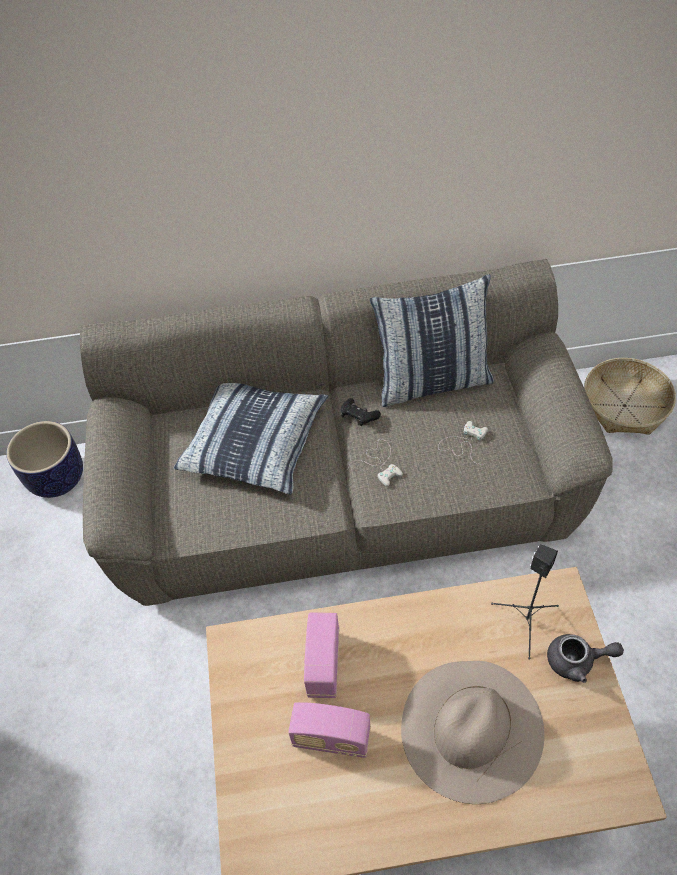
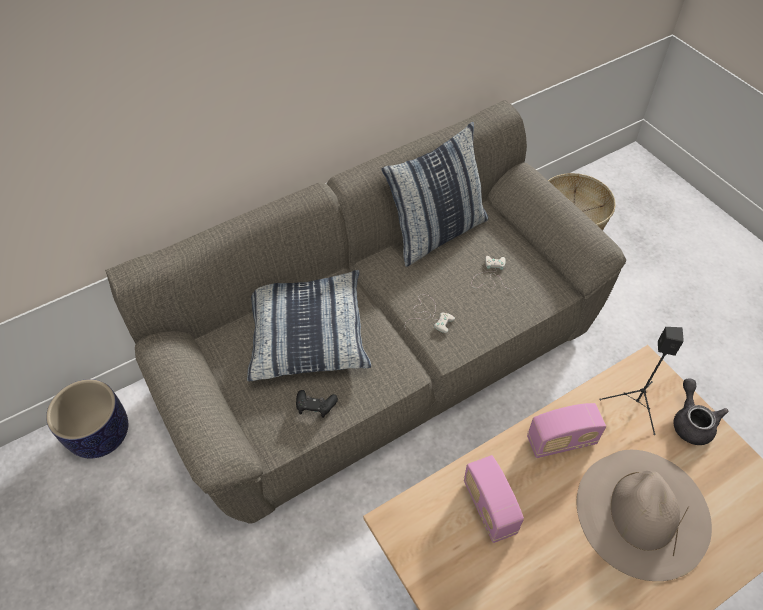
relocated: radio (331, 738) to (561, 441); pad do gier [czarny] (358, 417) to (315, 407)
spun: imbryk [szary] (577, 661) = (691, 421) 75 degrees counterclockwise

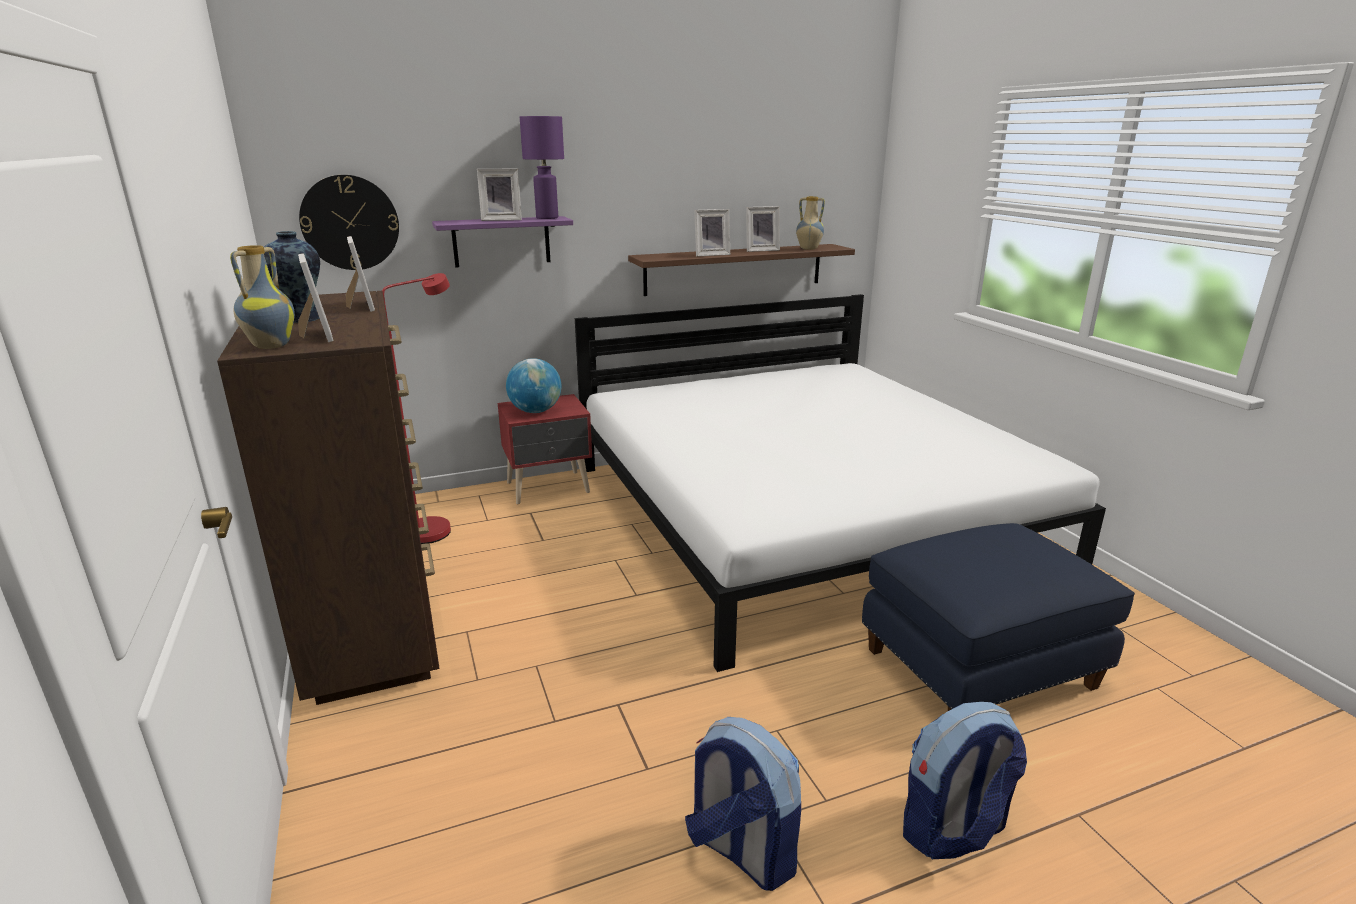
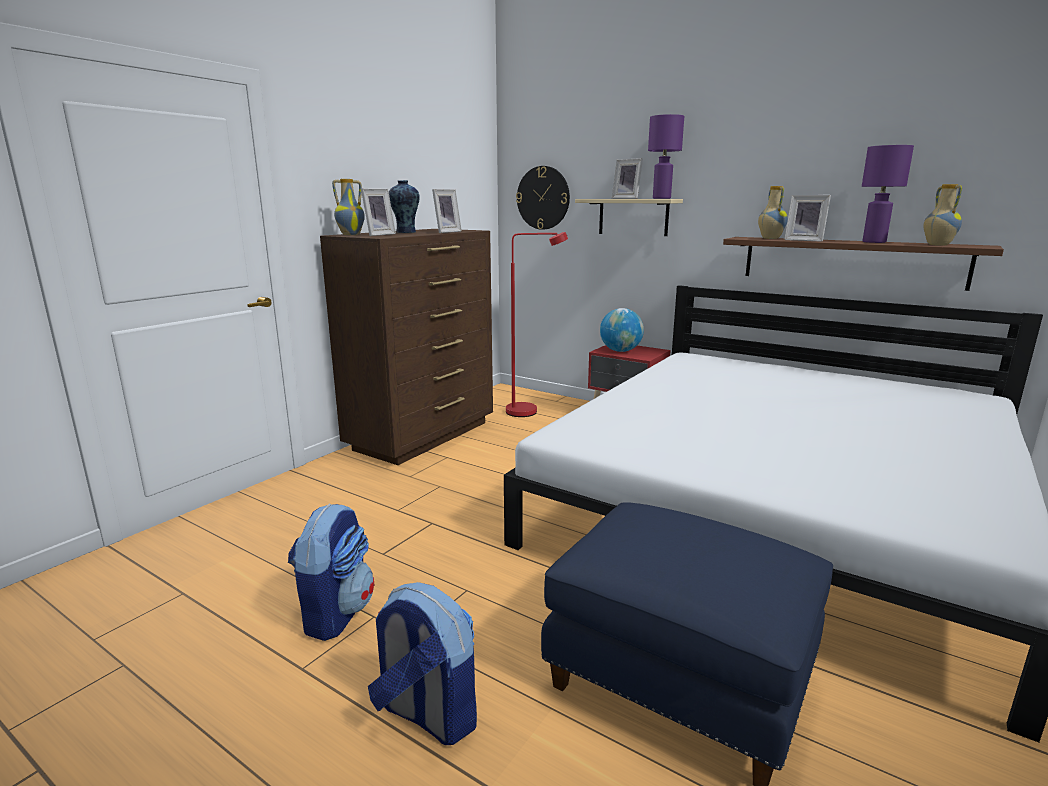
appeared: wazon (769, 238)
exchanged: ramka na zdjęcie (761, 250) to lampa stołowa [fioletowy] (874, 242)
colour: półka [fioletowy] (501, 241) to półka [beżowy] (633, 217)

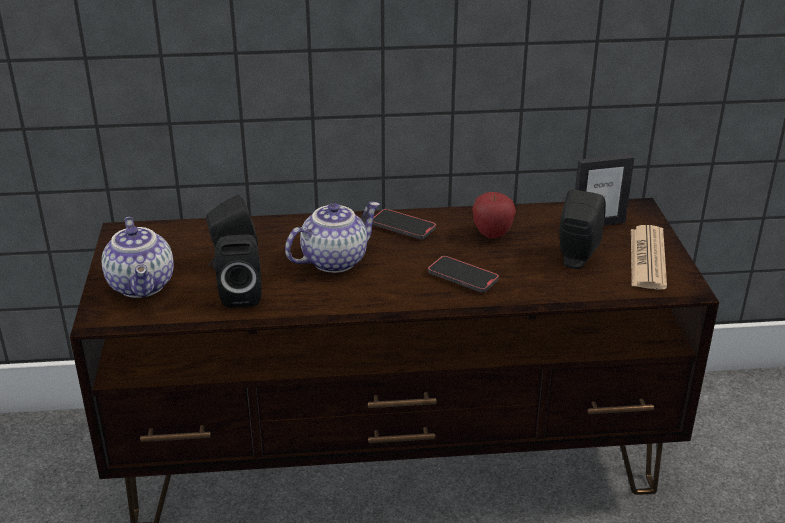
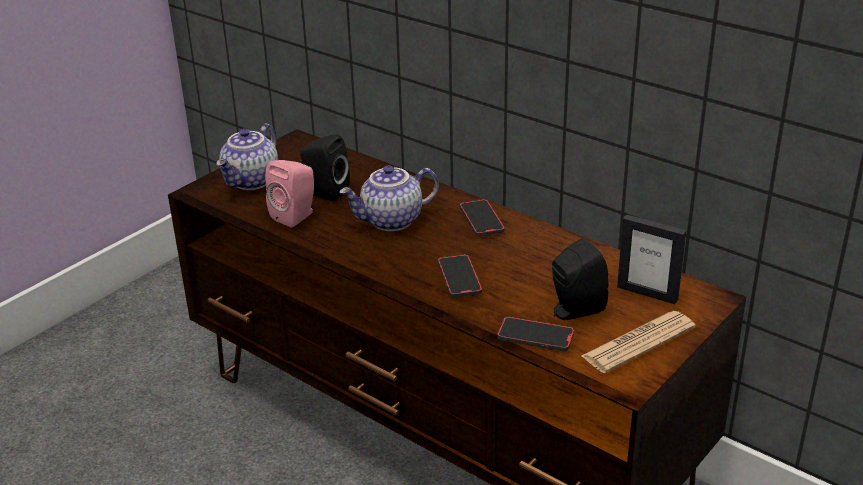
missing: jabłko (492, 234)
appeared: telefon (535, 337)
colour: głośnik [czarny] (241, 294) to głośnik [różowy] (296, 216)
spun: imbryk (334, 260) = (391, 221) 150 degrees clockwise

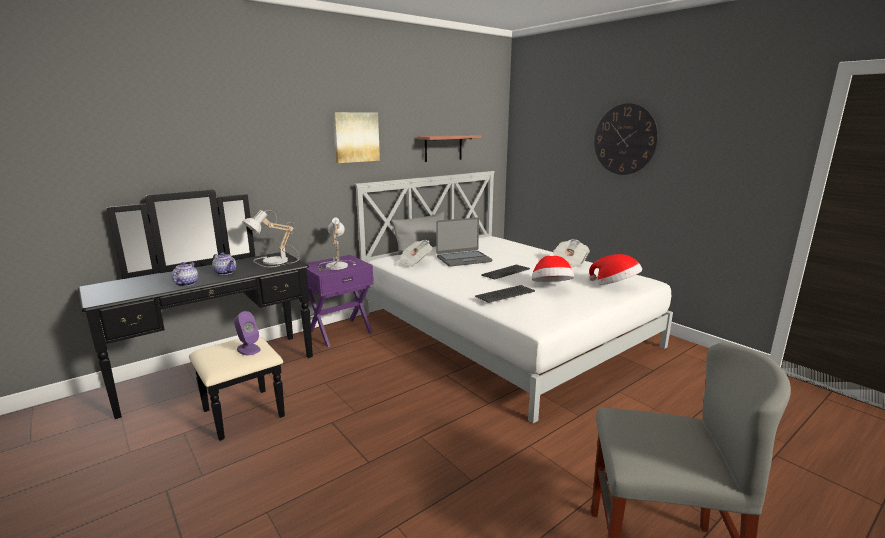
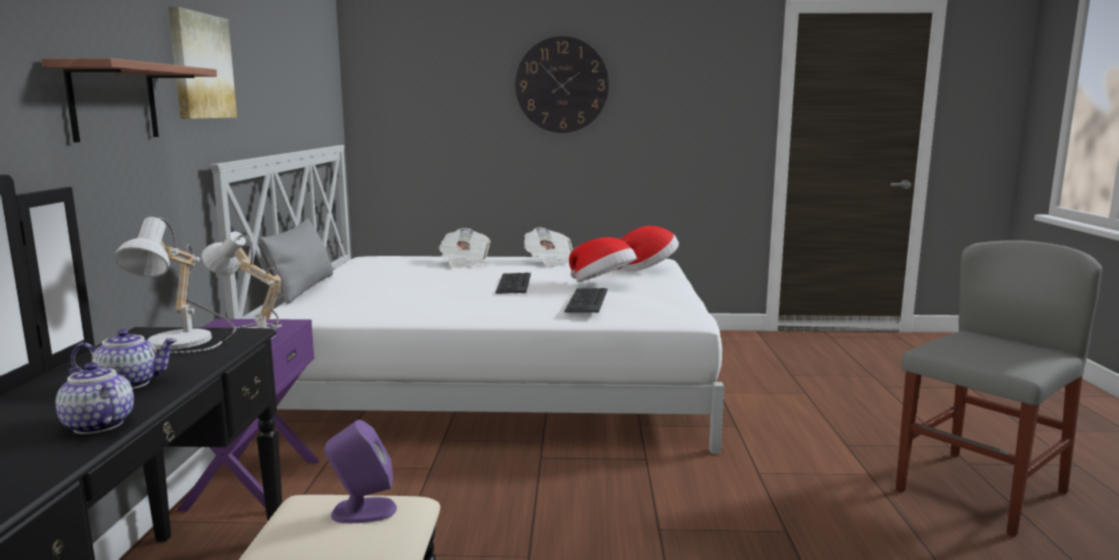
missing: laptop (463, 259)
relocated: gazeta (413, 263) to (464, 262); półka (443, 148) to (113, 102)

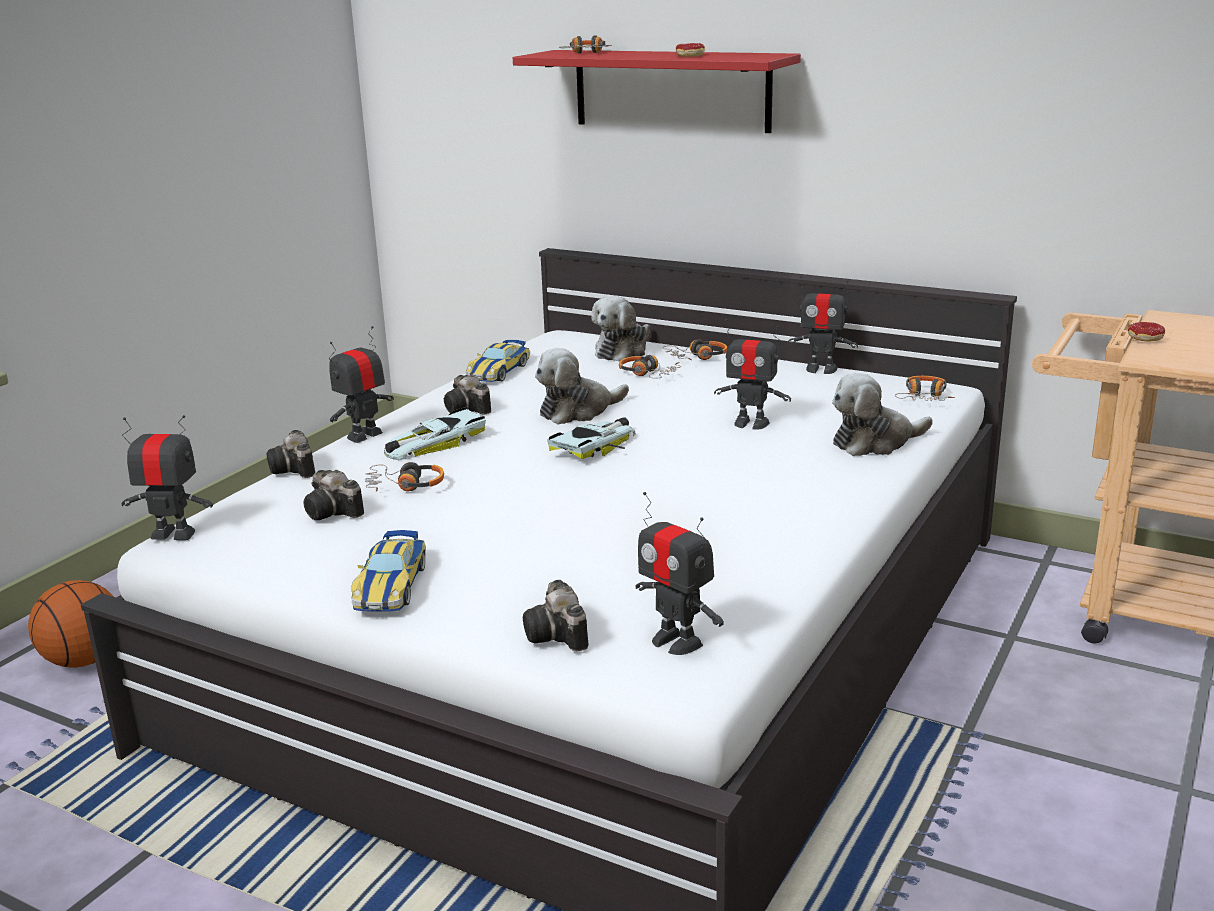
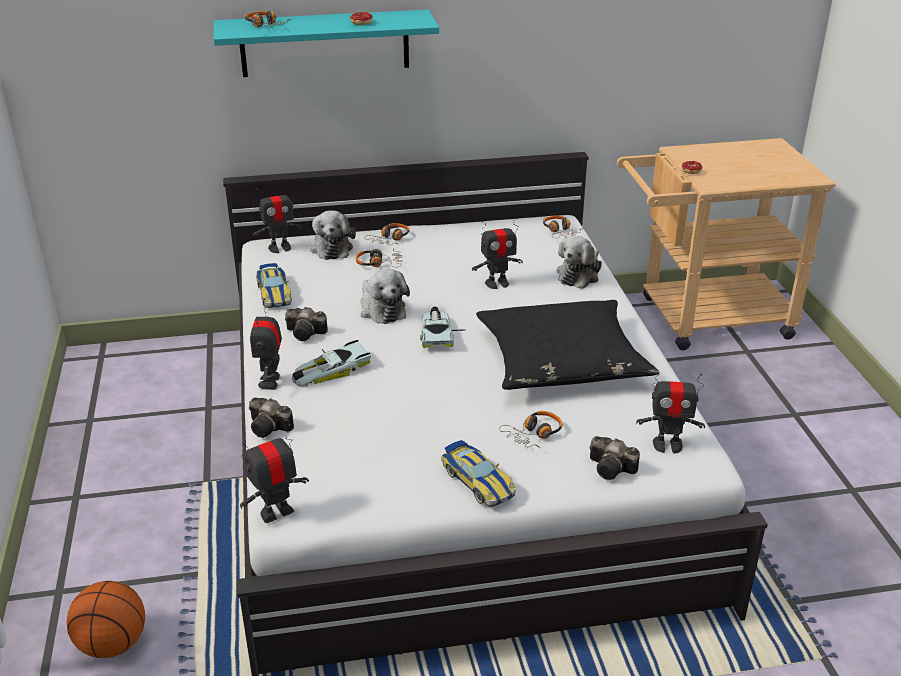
missing: aparat fotograficzny (334, 512)
appeared: poduszka [czarny] (562, 360)
relocated: słuchawki (405, 486) to (534, 434); robot zabawkowy (821, 369) to (280, 248)
colour: półka [czerwony] (671, 90) to półka [turkusowy] (325, 43)
spun: samochodzik (432, 443) = (329, 370) 45 degrees clockwise; pluszak (578, 411) = (381, 309) 45 degrees counterclockwise

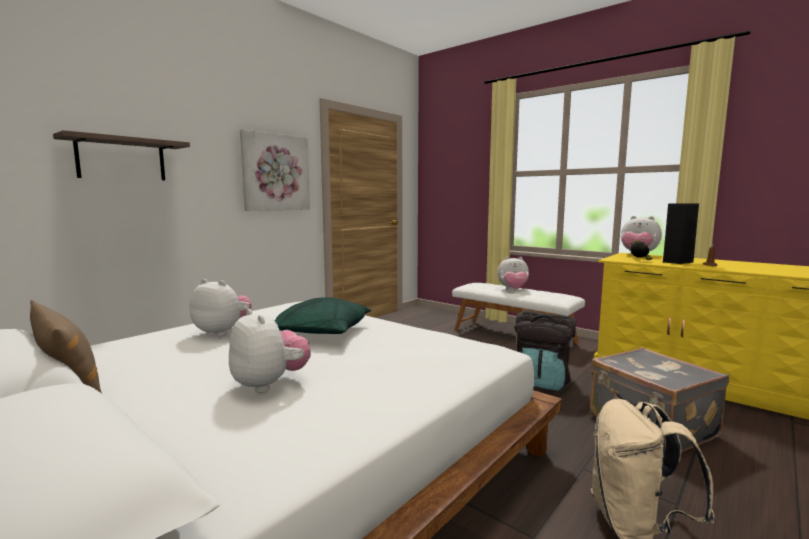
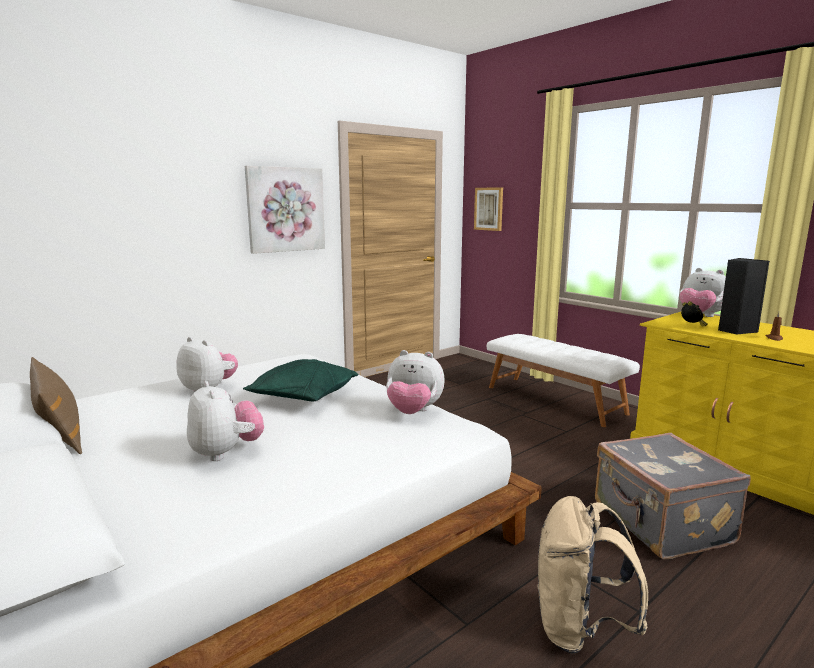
missing: półka (121, 159); plecak [czarny] (542, 381)
appeared: obraz (489, 209)
relocated: pluszak (513, 290) to (413, 412)

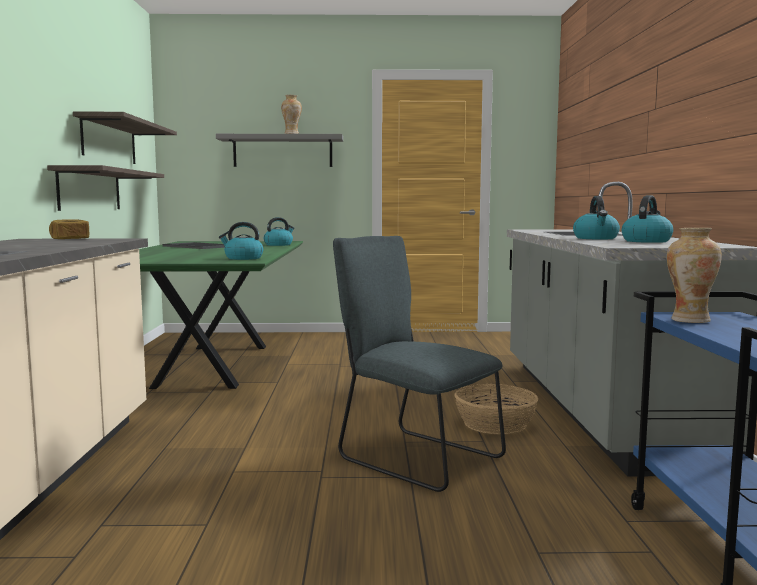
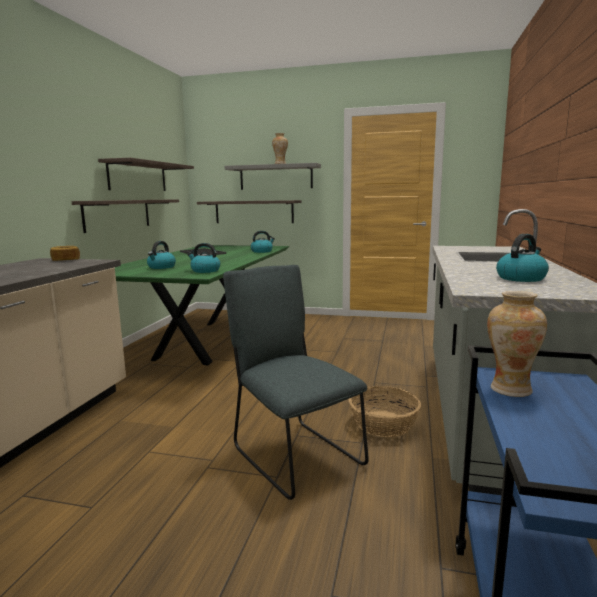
appeared: półka (254, 212)
relocated: czajnik (596, 238) to (161, 267)

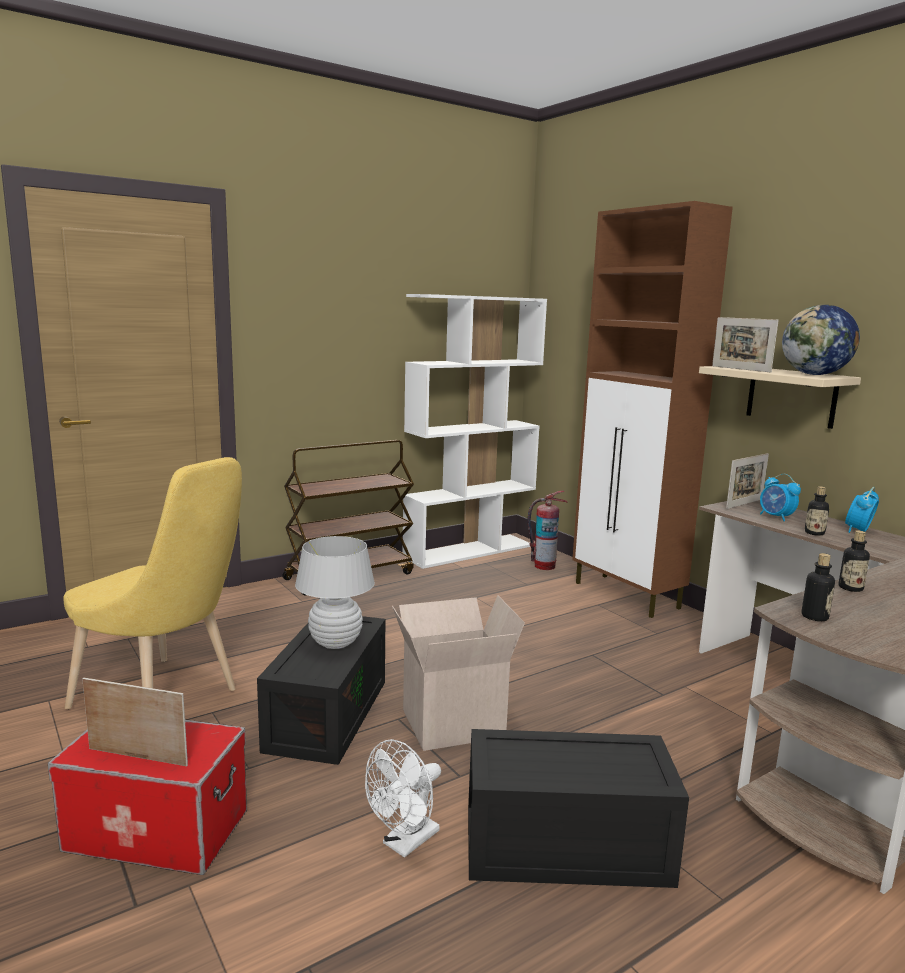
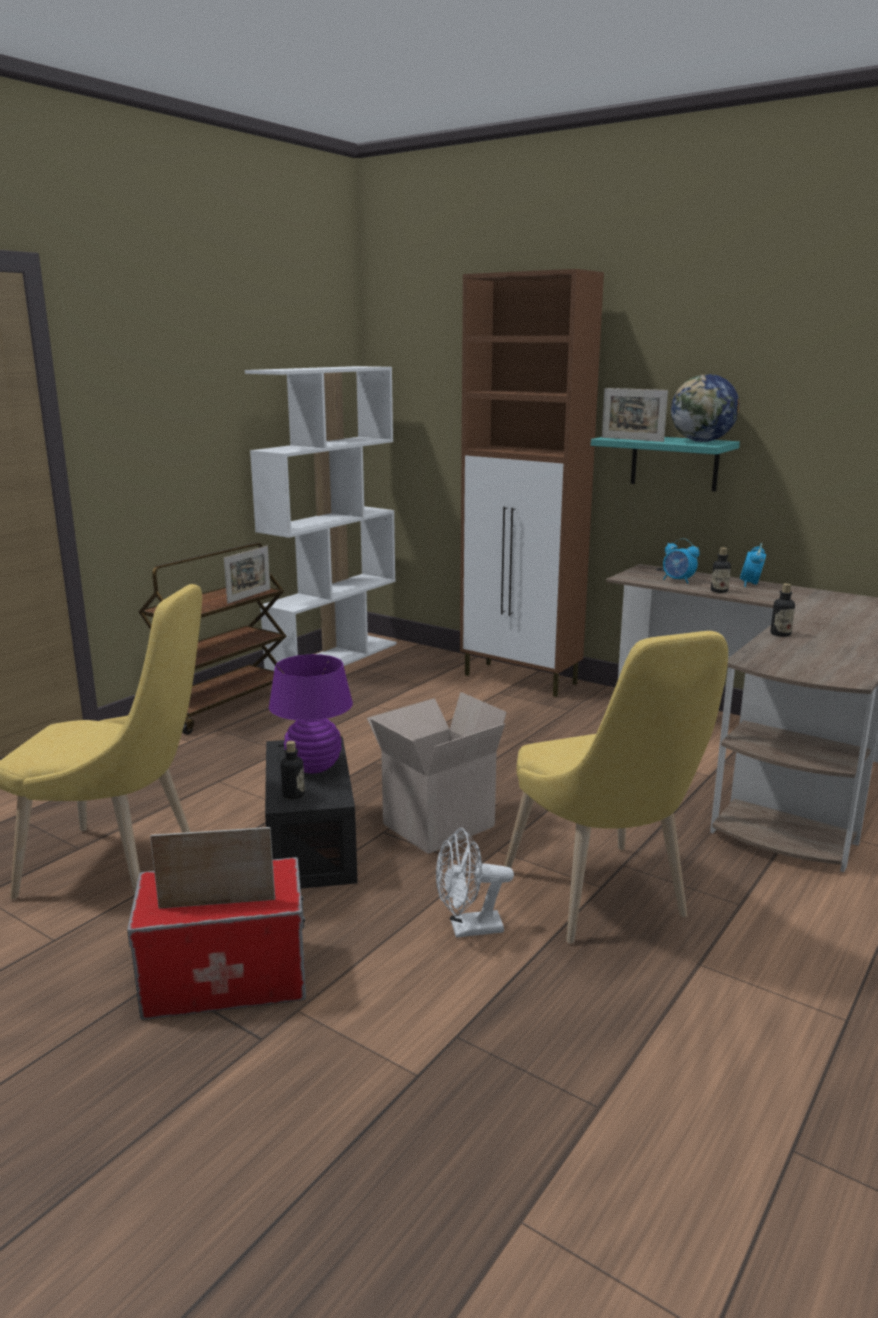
missing: gaśnica (544, 566)
relocated: ramka na zdjęcie (744, 504) to (249, 596); butelka (814, 617) to (293, 795)
exchanged: pojemnik do przechowywania [czarny] (563, 848) to krzesło [żółty] (601, 900)
colour: lampa stołowa [biały] (335, 643) to lampa stołowa [fioletowy] (314, 767); półka [beżowy] (791, 396) to półka [turkusowy] (674, 462)
spun: wentylator [biały] (405, 843) = (468, 929) 60 degrees clockwise

